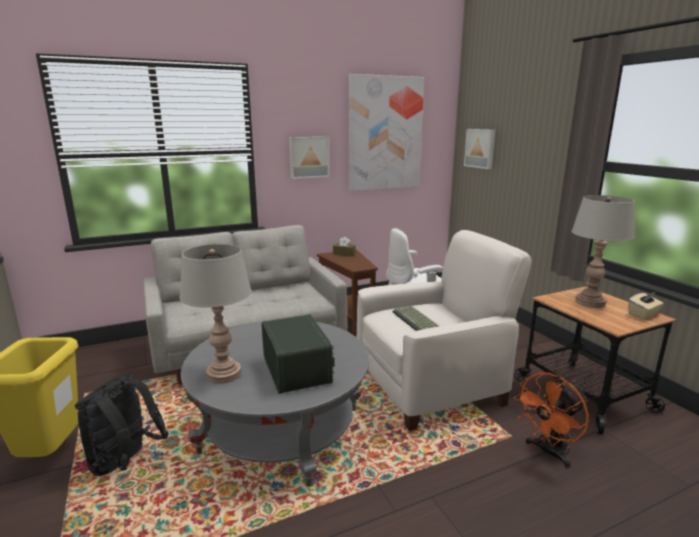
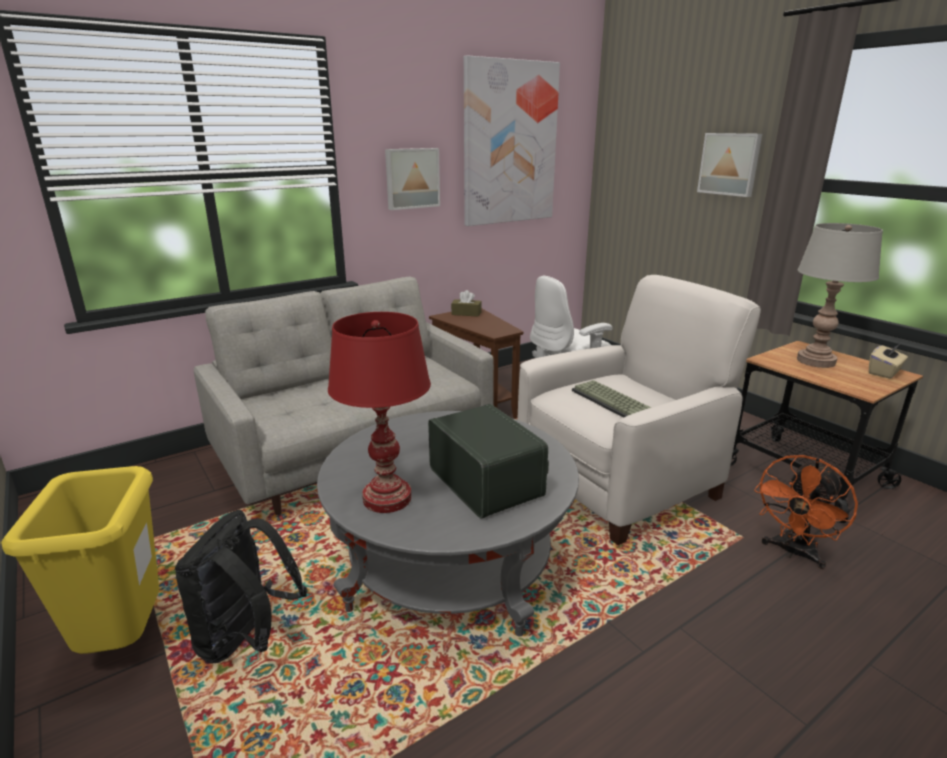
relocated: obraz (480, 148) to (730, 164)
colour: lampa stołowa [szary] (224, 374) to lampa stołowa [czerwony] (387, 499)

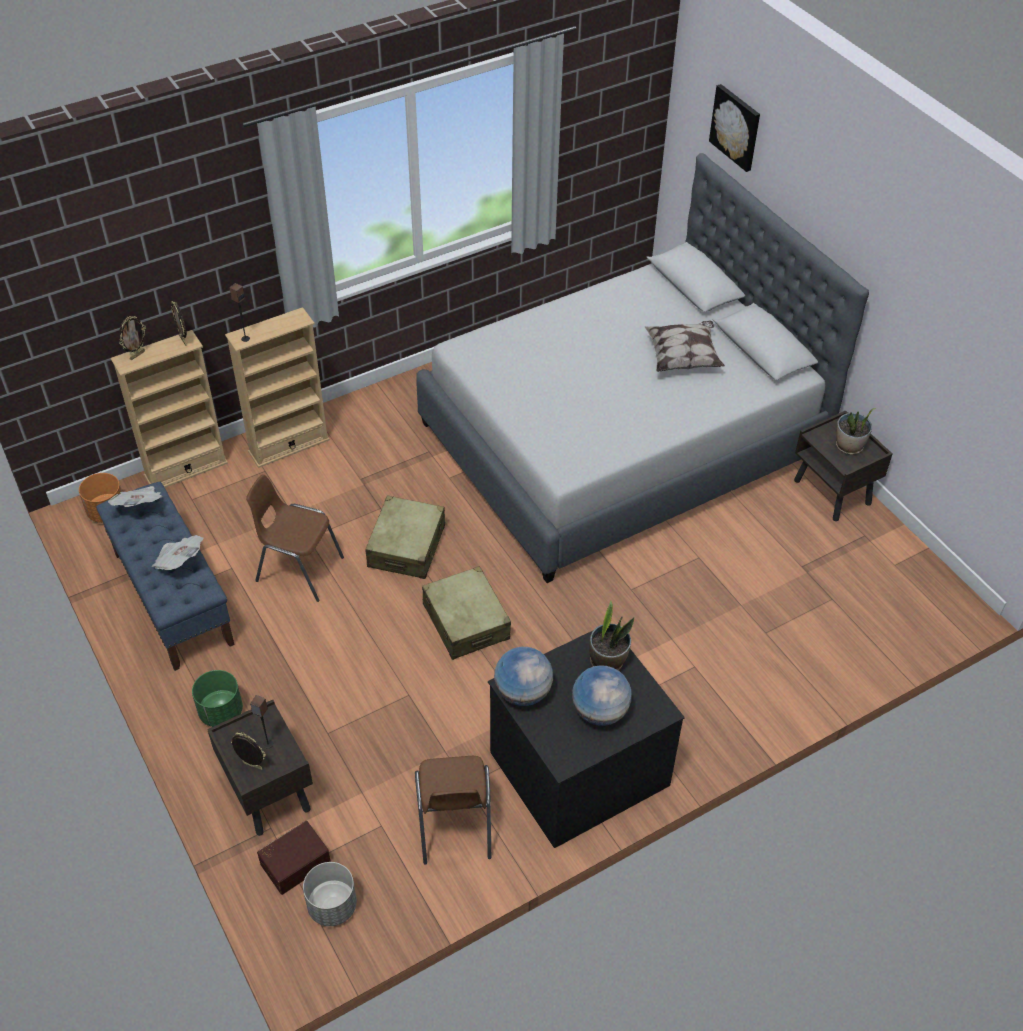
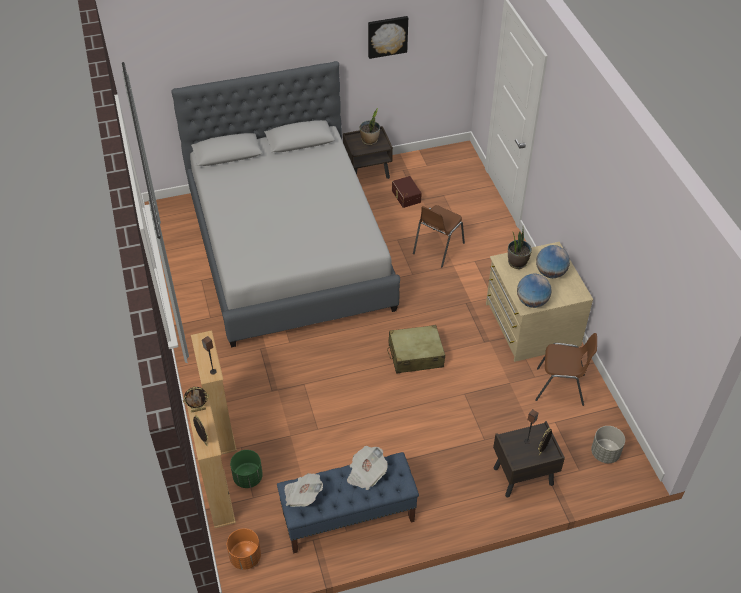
missing: walizka [beżowy] (407, 546); poduszka (683, 358)
relocated: donica [zielony] (220, 712) to (248, 477); krzesło [brązowy] (299, 569) to (437, 248); pojemnik do przechowywania [brązowy] (294, 862) to (405, 196); obraz (736, 127) to (387, 36)
colour: komoda [czarny] (578, 766) to komoda [beżowy] (531, 325)

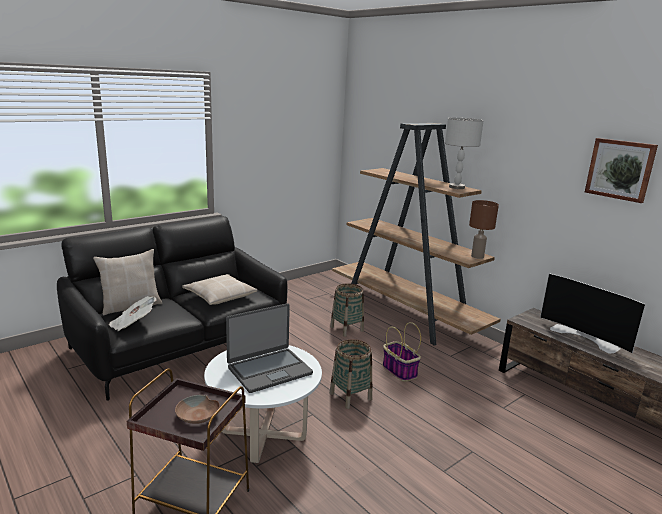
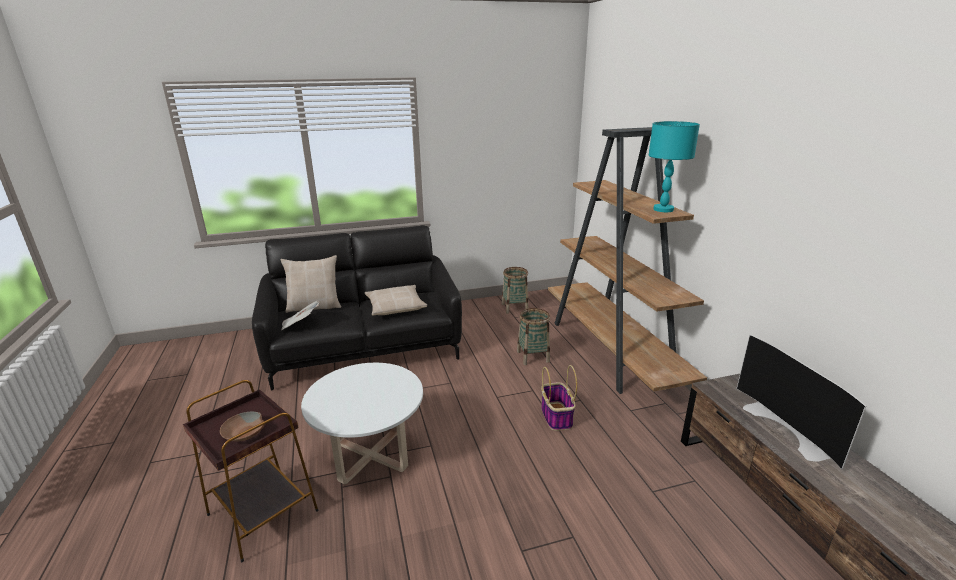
missing: laptop (269, 370); lampa stołowa [brązowy] (477, 256); obraz (620, 169)
relocated: koszyk (350, 396) to (514, 307)
colour: lampa stołowa [szary] (456, 187) to lampa stołowa [turkusowy] (663, 209)

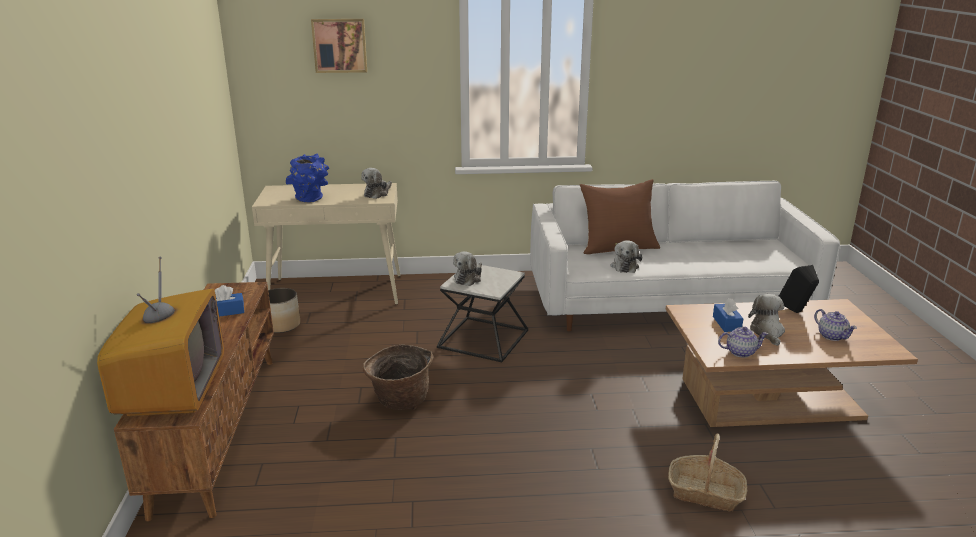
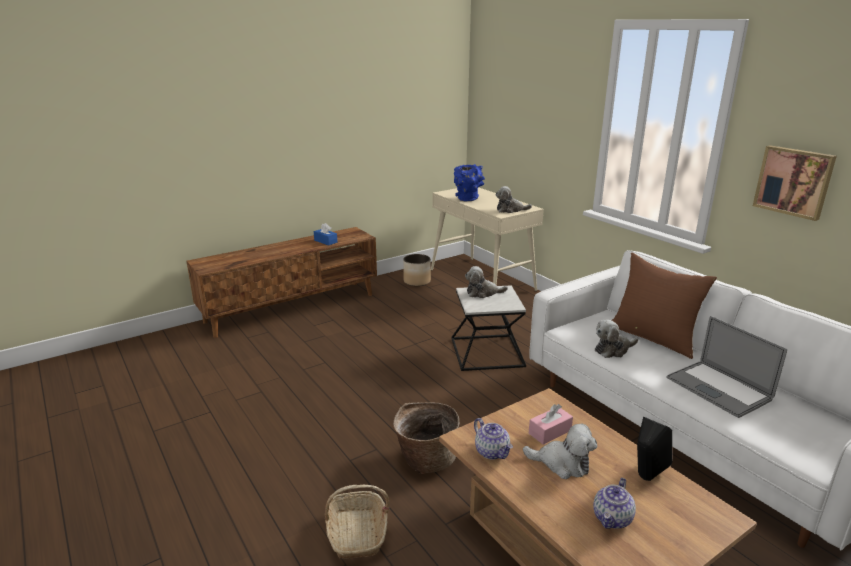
missing: telewizor (173, 390)
appeared: laptop (718, 388)
relocated: obraz (340, 45) to (794, 181); koszyk (400, 401) to (426, 459)
colour: pudełko chusteczek [niebieski] (726, 324) to pudełko chusteczek [różowy] (550, 432)
spun: pluszak (767, 332) = (562, 463) 45 degrees clockwise

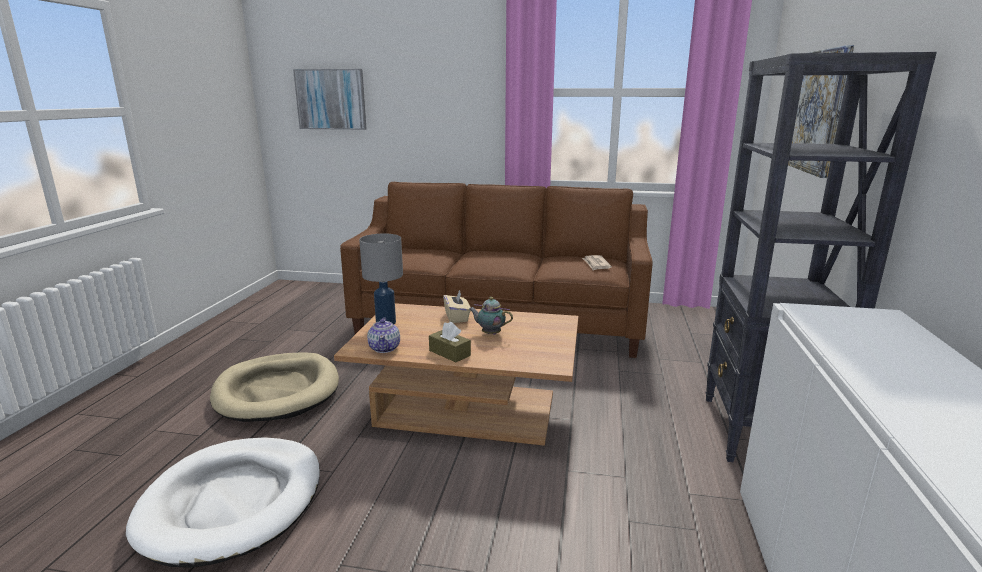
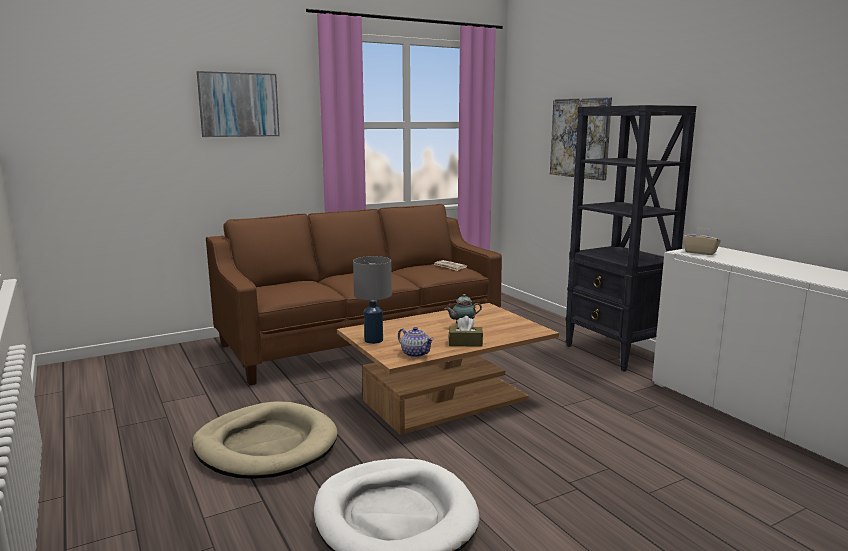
relocated: obraz (331, 99) to (239, 105); pudełko chusteczek [beżowy] (457, 317) to (700, 252)

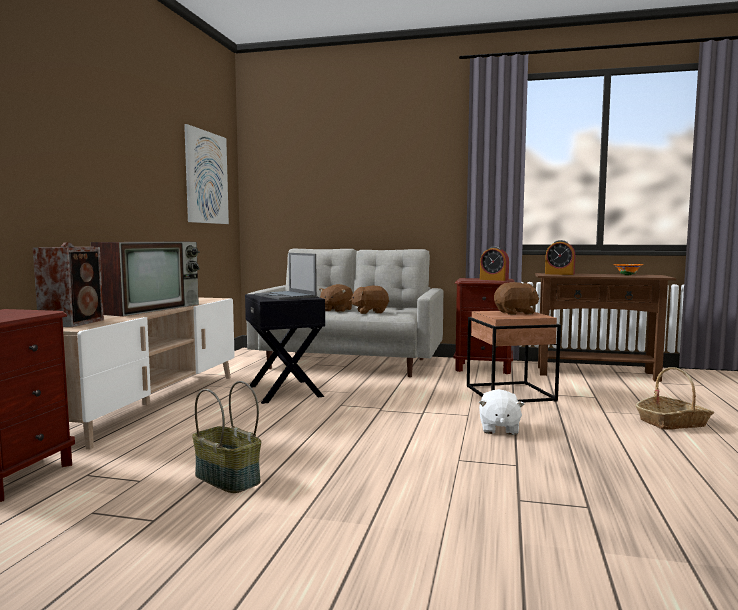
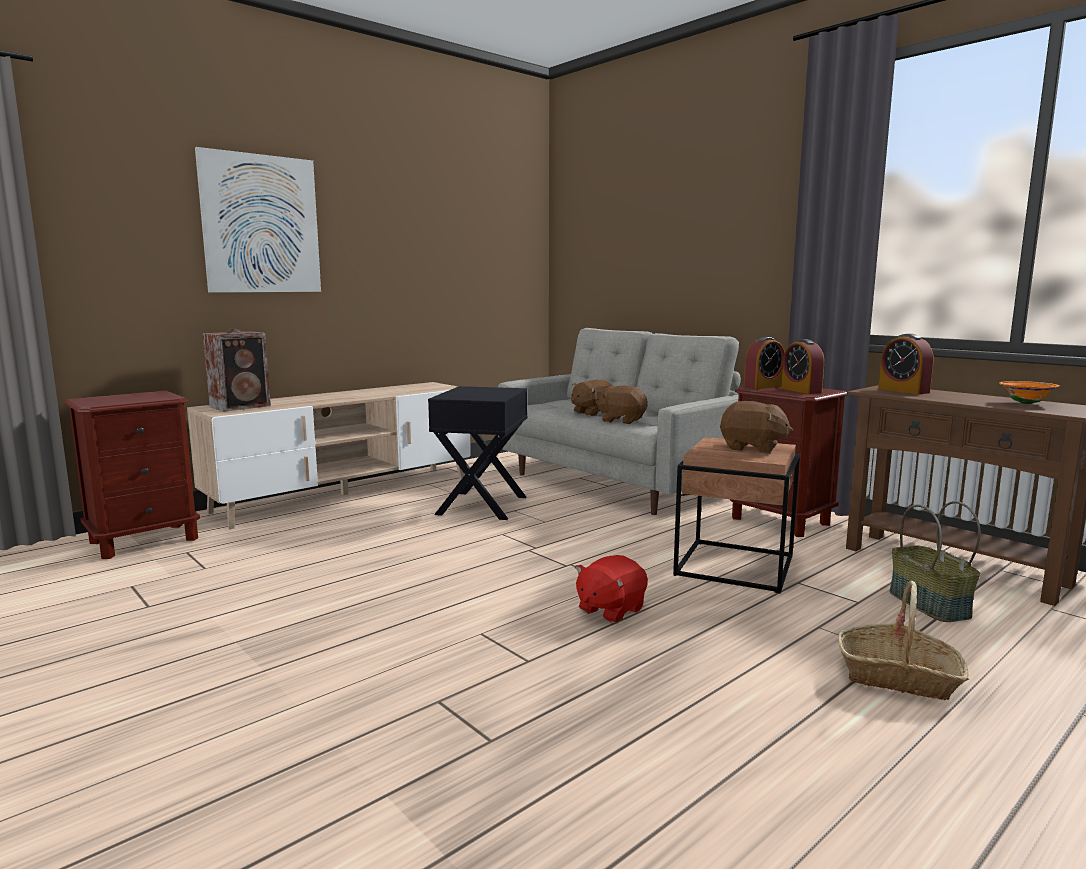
missing: telewizor (151, 309); laptop (286, 296)
appeared: budzik (763, 386)
relocated: obraz (206, 177) to (261, 224); koszyk (226, 479) to (927, 604)
colour: pluszak [biały] (499, 429) to pluszak [czerwony] (610, 610)

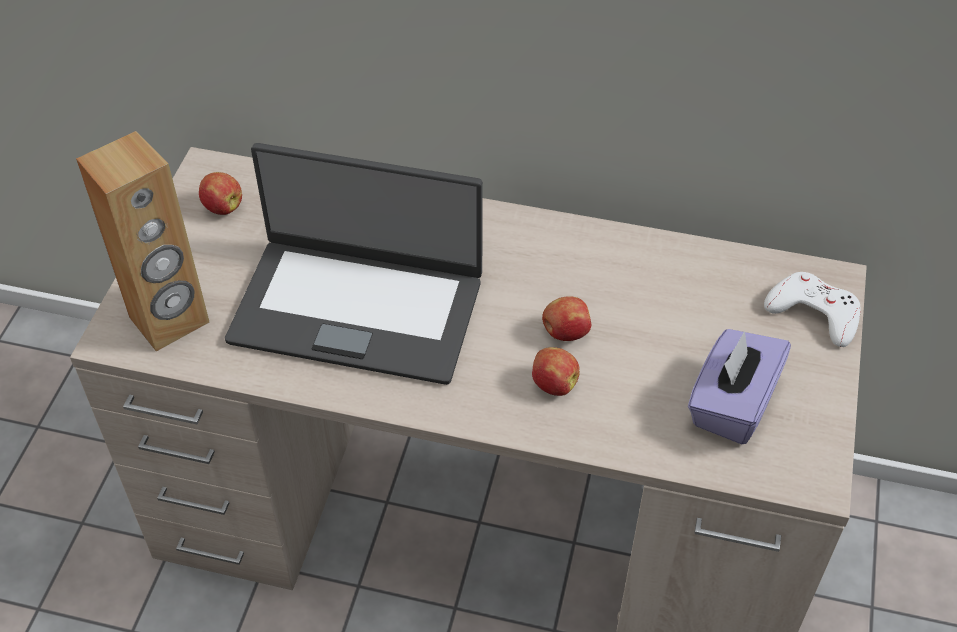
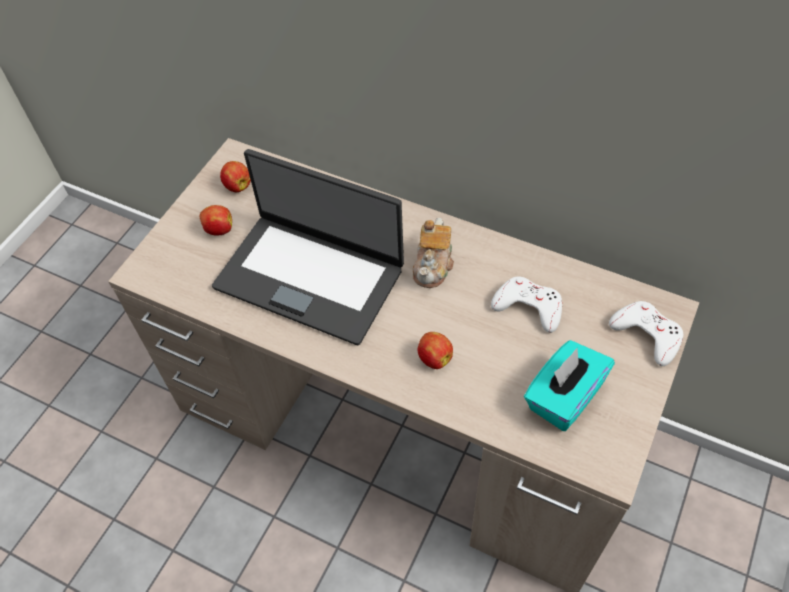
missing: głośnik [brązowy] (170, 320)
appeared: imbryk (433, 266); pad do gier [biały] (528, 306)
relocated: jabłko (565, 332) to (218, 229)
colour: pudełko chusteczek [fioletowy] (731, 404) to pudełko chusteczek [turkusowy] (563, 397)

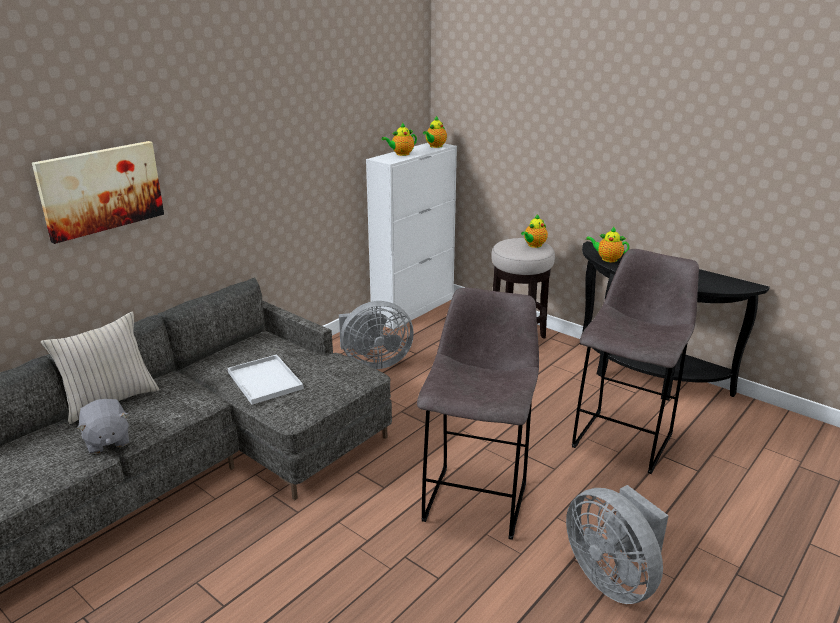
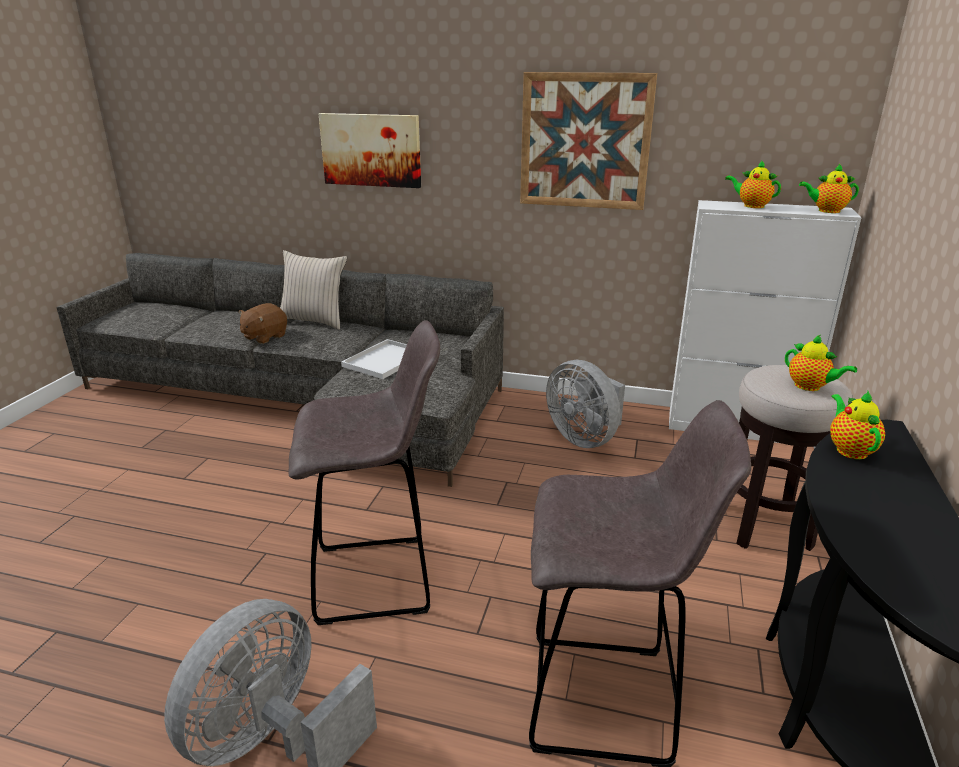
appeared: obraz (585, 141)
colour: pluszak [szary] (107, 441) to pluszak [brązowy] (264, 337)
spun: imbryk (534, 245) = (810, 387) 150 degrees counterclockwise

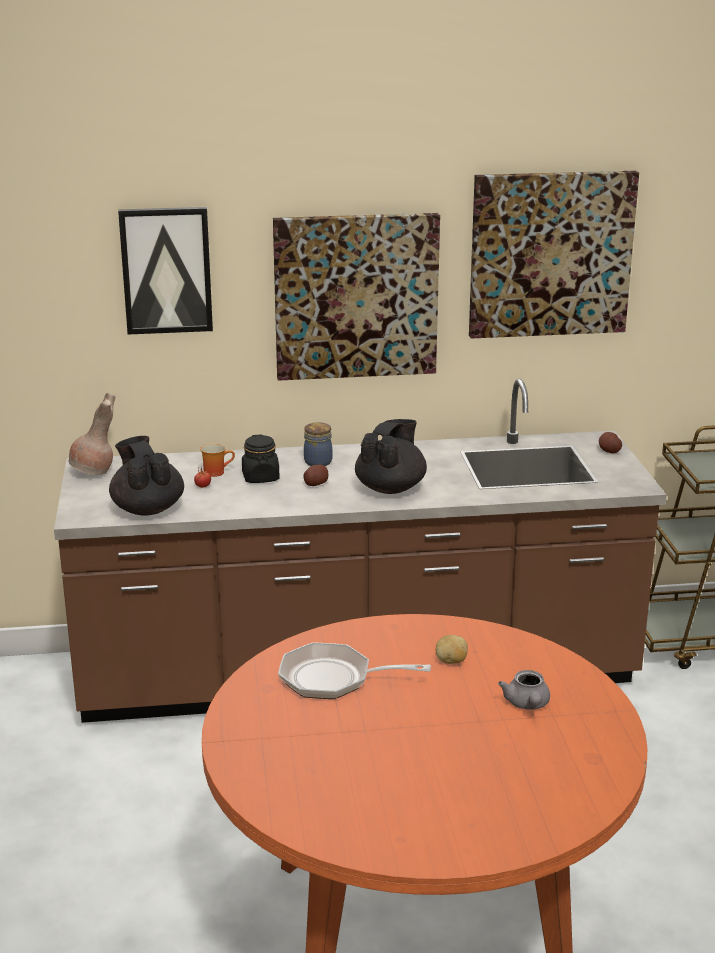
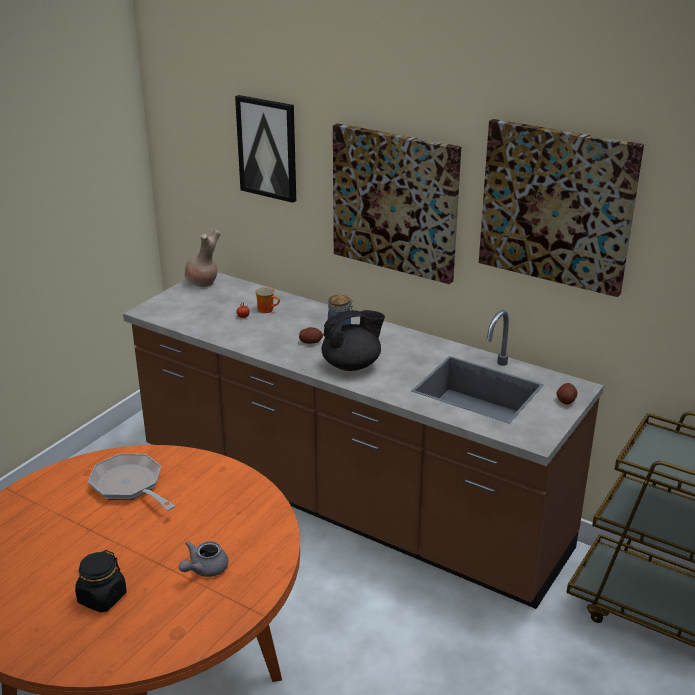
missing: imbryk [czarny] (147, 509); ziemniak (451, 661)
relocated: słoik [czarny] (260, 477) to (102, 598)

